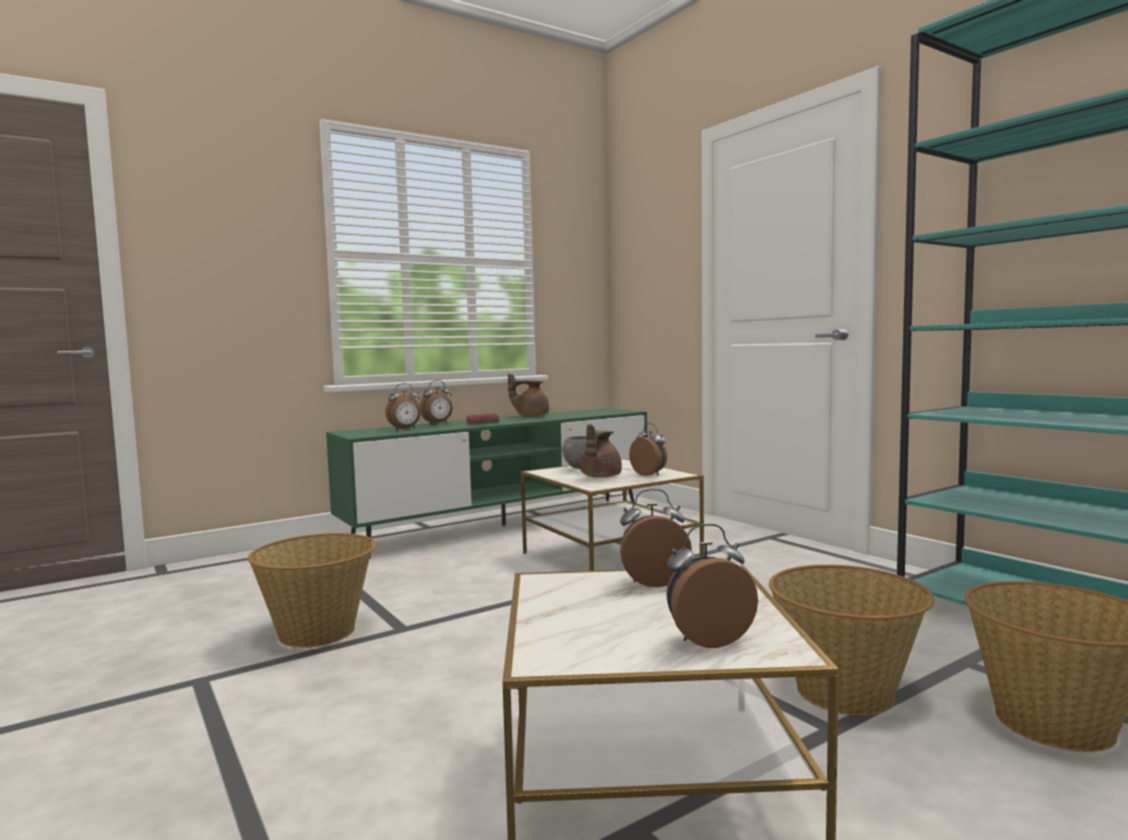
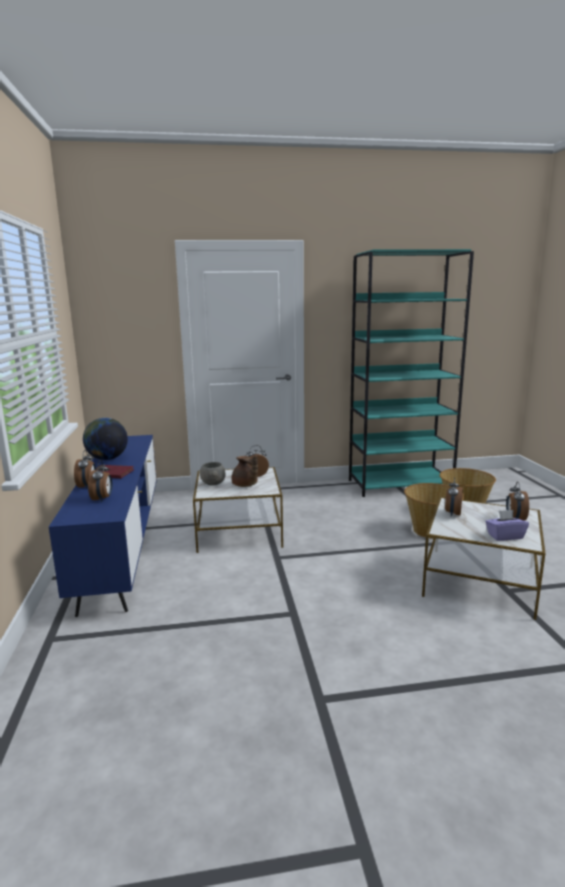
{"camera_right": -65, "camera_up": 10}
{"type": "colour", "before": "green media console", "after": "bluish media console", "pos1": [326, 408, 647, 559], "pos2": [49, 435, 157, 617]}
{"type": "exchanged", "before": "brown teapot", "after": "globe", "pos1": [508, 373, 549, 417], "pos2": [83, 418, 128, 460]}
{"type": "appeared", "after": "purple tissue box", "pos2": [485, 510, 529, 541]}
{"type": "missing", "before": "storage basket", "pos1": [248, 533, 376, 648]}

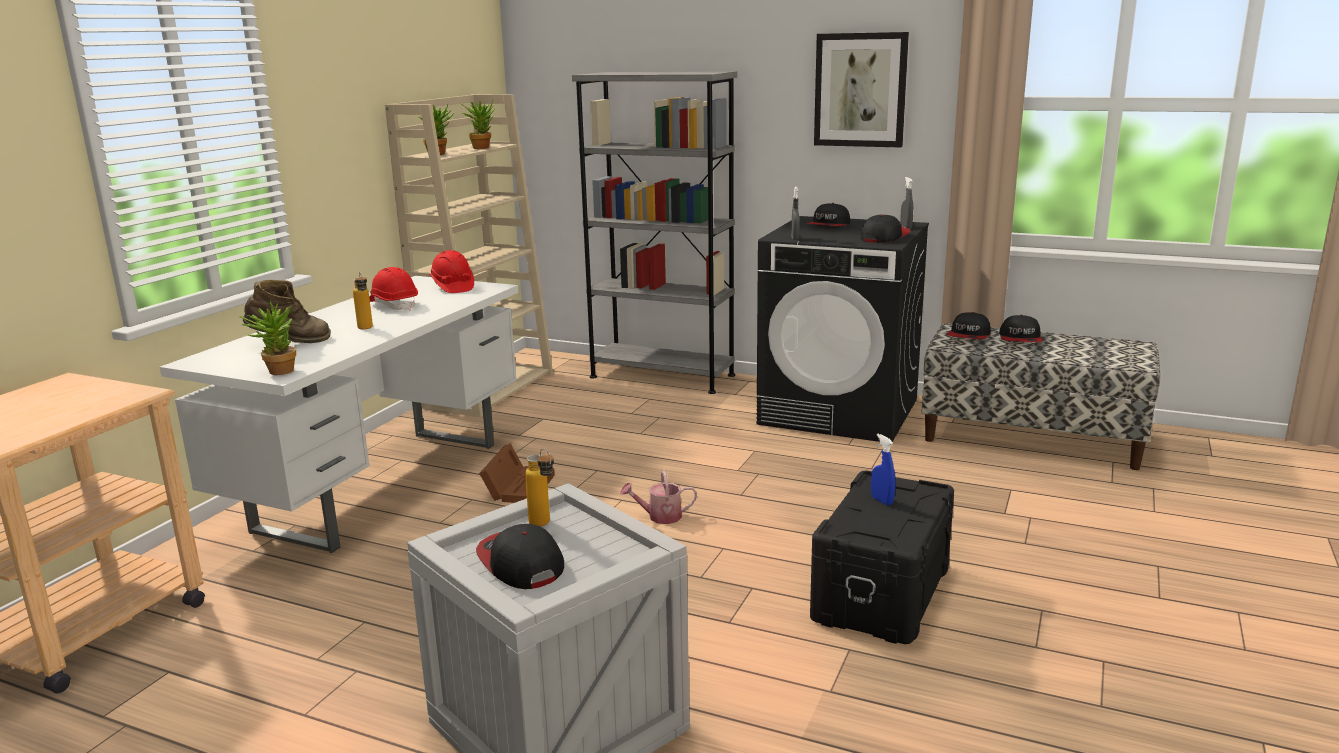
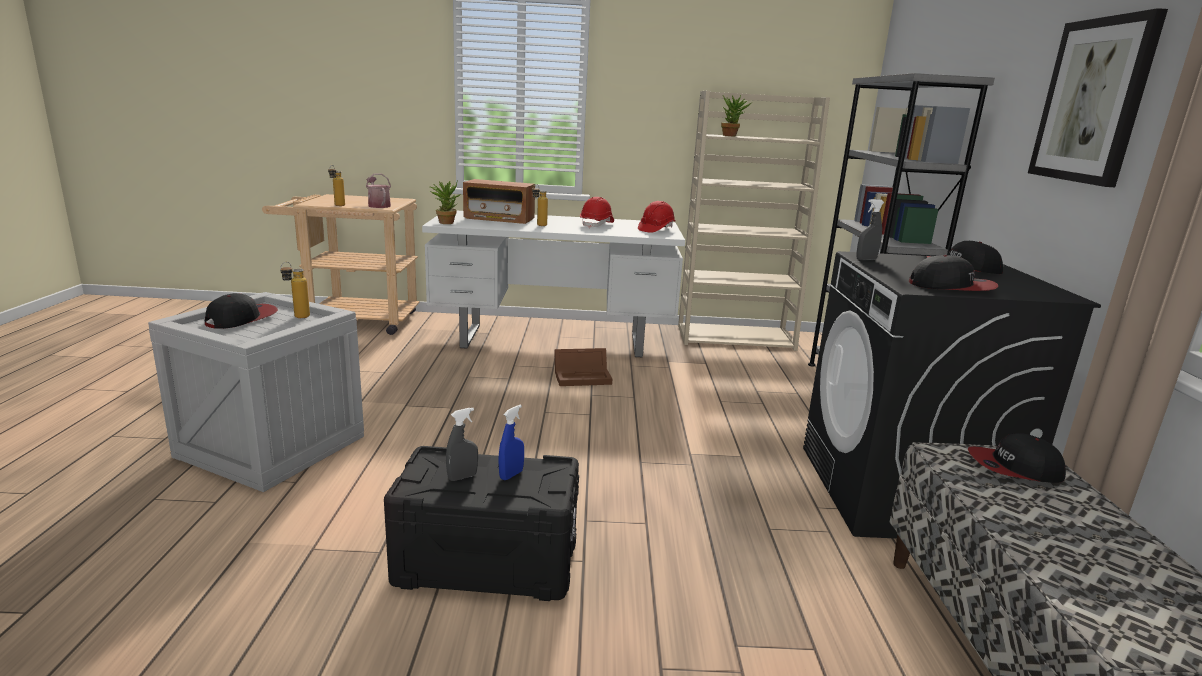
{"camera_right": 65, "camera_up": 0}
{"type": "appeared", "after": "drink bottle", "pos2": [328, 166, 345, 206]}
{"type": "relocated", "before": "watering can", "pos1": [620, 470, 697, 524], "pos2": [366, 174, 391, 208]}
{"type": "relocated", "before": "greyish hand sprayer", "pos1": [900, 177, 913, 229], "pos2": [446, 408, 478, 481]}
{"type": "exchanged", "before": "brown high-top boot", "after": "radio", "pos1": [243, 280, 331, 343], "pos2": [463, 179, 535, 224]}
{"type": "missing", "before": "houseplant", "pos1": [461, 100, 495, 149]}
{"type": "missing", "before": "baseball cap", "pos1": [999, 315, 1043, 342]}

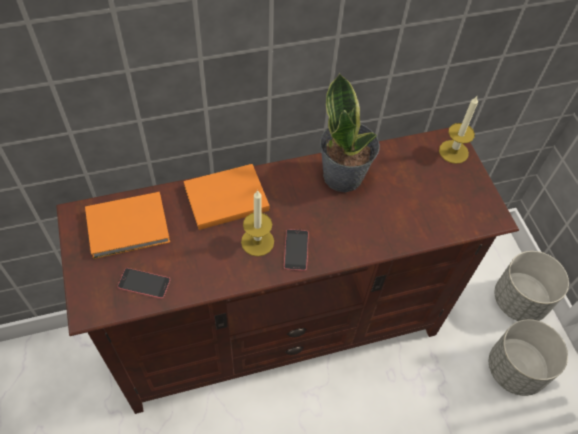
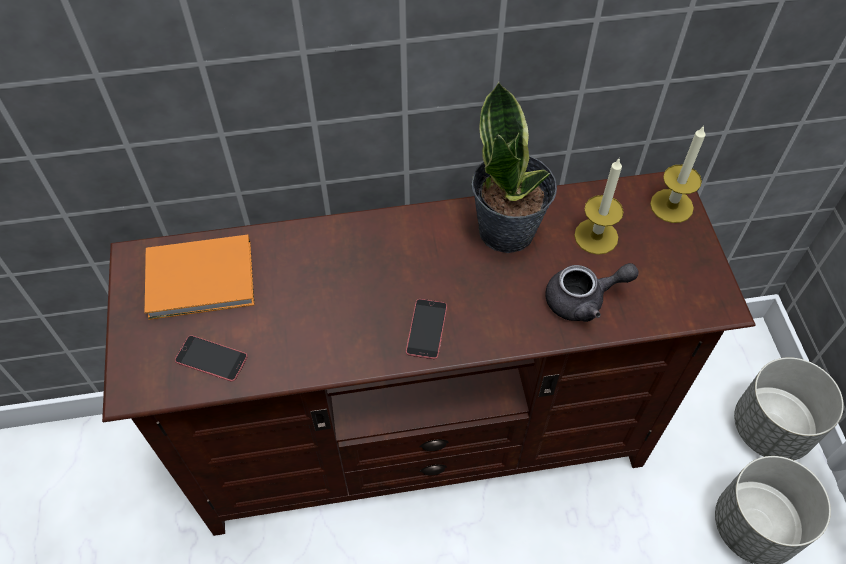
{"camera_right": 10, "camera_up": 0}
{"type": "appeared", "after": "greyish teapot", "pos2": [545, 263, 639, 322]}
{"type": "relocated", "before": "wax light", "pos1": [241, 190, 274, 256], "pos2": [574, 159, 624, 255]}
{"type": "missing", "before": "orange volume", "pos1": [184, 164, 270, 230]}

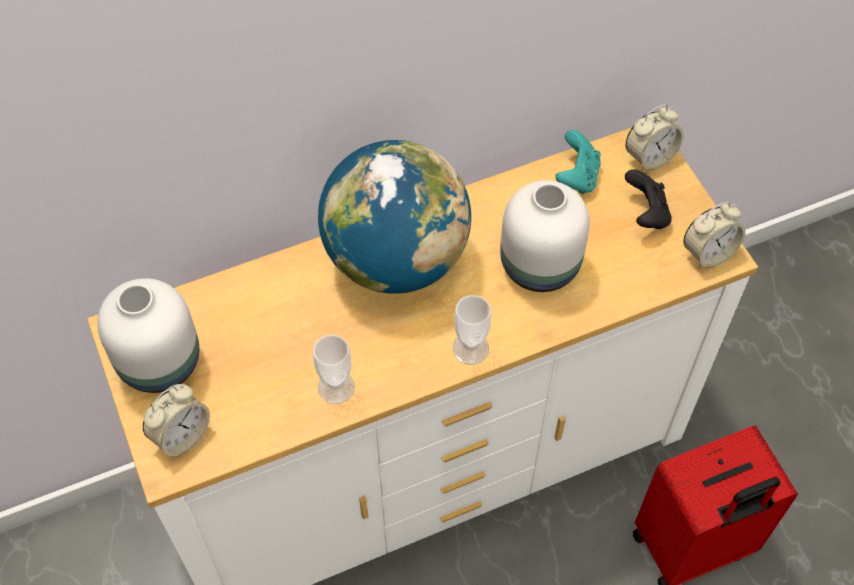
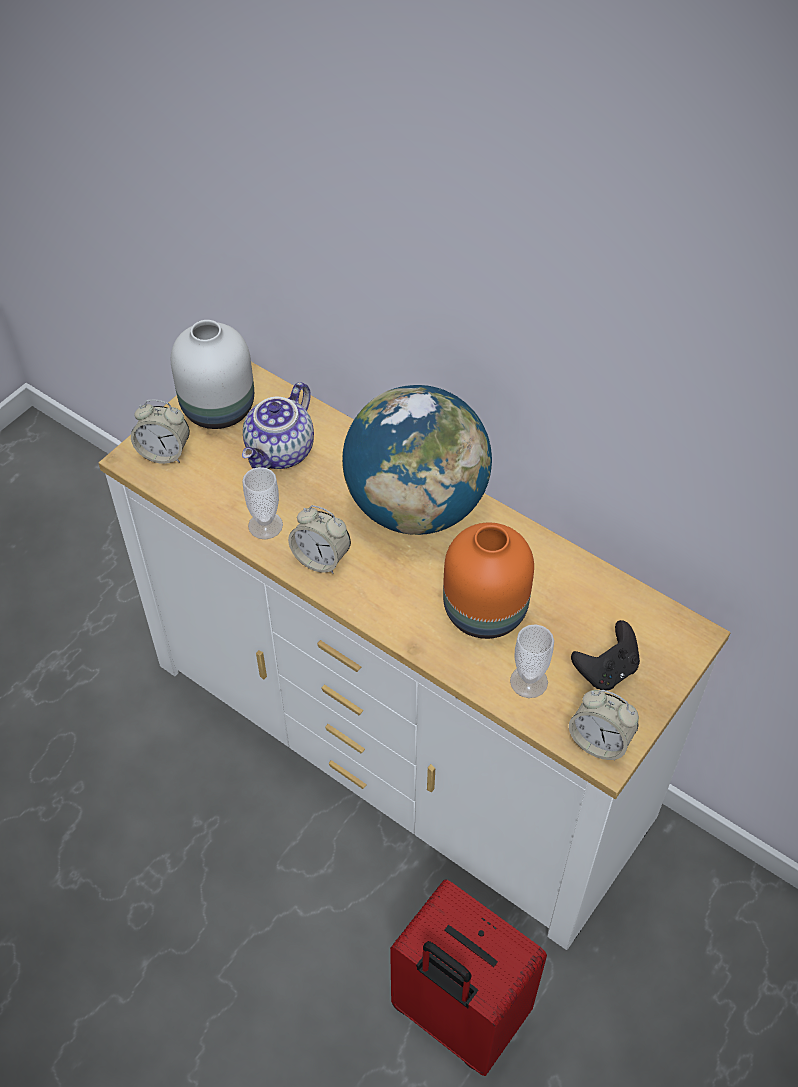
{"camera_right": 60, "camera_up": -5}
{"type": "appeared", "after": "teapot", "pos2": [242, 382, 314, 469]}
{"type": "relocated", "before": "bedside clock", "pos1": [625, 104, 684, 172], "pos2": [288, 505, 351, 574]}
{"type": "colour", "before": "white decorative vase", "after": "orange decorative vase", "pos1": [500, 180, 590, 292], "pos2": [443, 523, 534, 639]}
{"type": "relocated", "before": "cup", "pos1": [453, 295, 491, 365], "pos2": [510, 624, 554, 698]}
{"type": "missing", "before": "blue-green gamepad", "pos1": [555, 130, 601, 194]}

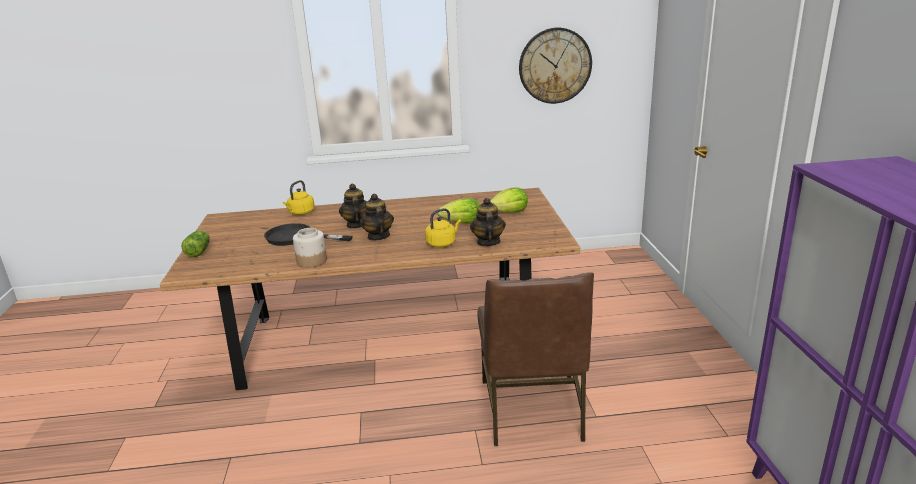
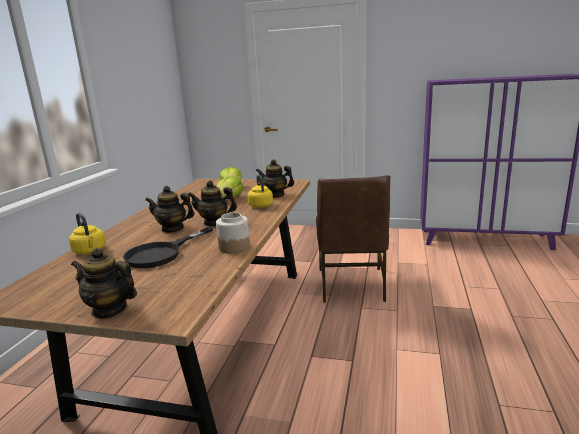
{"camera_right": -70, "camera_up": -5}
{"type": "exchanged", "before": "lettuce", "after": "teapot", "pos1": [181, 230, 210, 257], "pos2": [71, 248, 137, 319]}
{"type": "spun", "before": "brown chair", "pos1": [478, 272, 594, 446], "pos2": [316, 175, 390, 303], "turn": 75}
{"type": "missing", "before": "hanging clock", "pos1": [519, 28, 592, 104]}

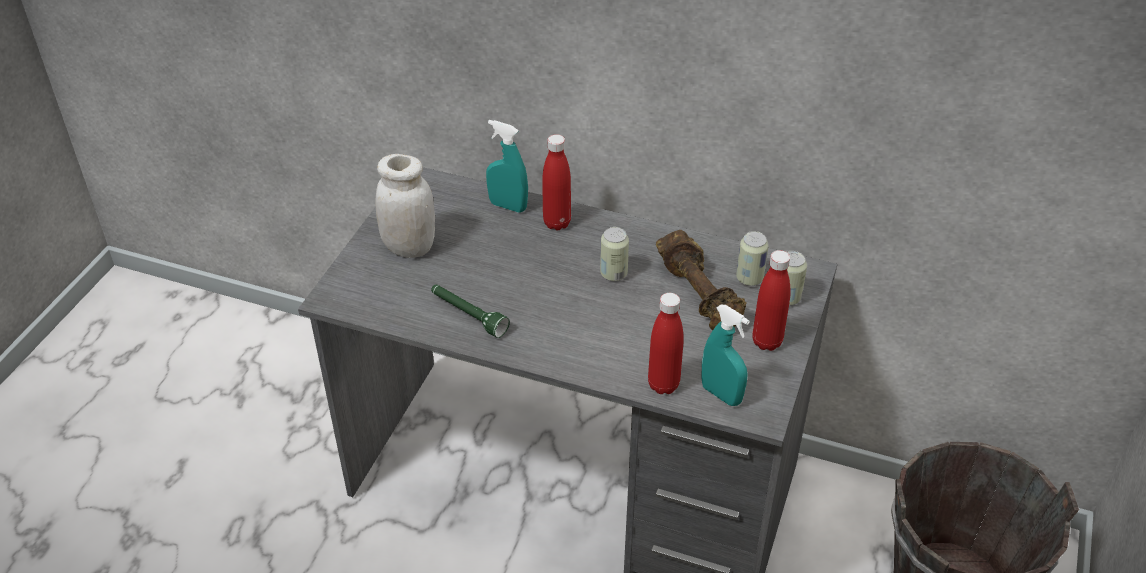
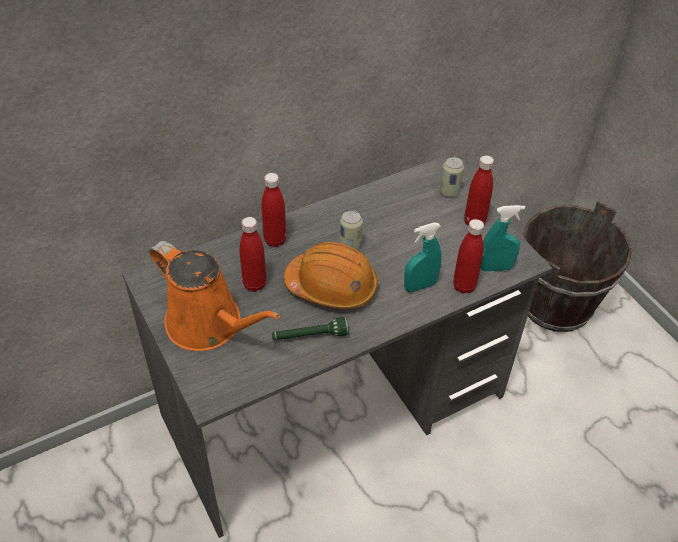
{"camera_right": -50, "camera_up": 5}
{"type": "exchanged", "before": "white preserve jar", "after": "orange watering can", "pos1": [376, 154, 435, 258], "pos2": [149, 241, 280, 351]}
{"type": "appeared", "after": "reddish drink bottle", "pos2": [239, 217, 266, 292]}
{"type": "appeared", "after": "orange work helmet", "pos2": [284, 242, 378, 309]}
{"type": "relocated", "before": "blue-green hand sprayer", "pos1": [486, 120, 528, 213], "pos2": [404, 222, 442, 292]}
{"type": "missing", "before": "brown dumbbell", "pos1": [656, 230, 747, 330]}
{"type": "missing", "before": "sealed can", "pos1": [736, 231, 769, 286]}

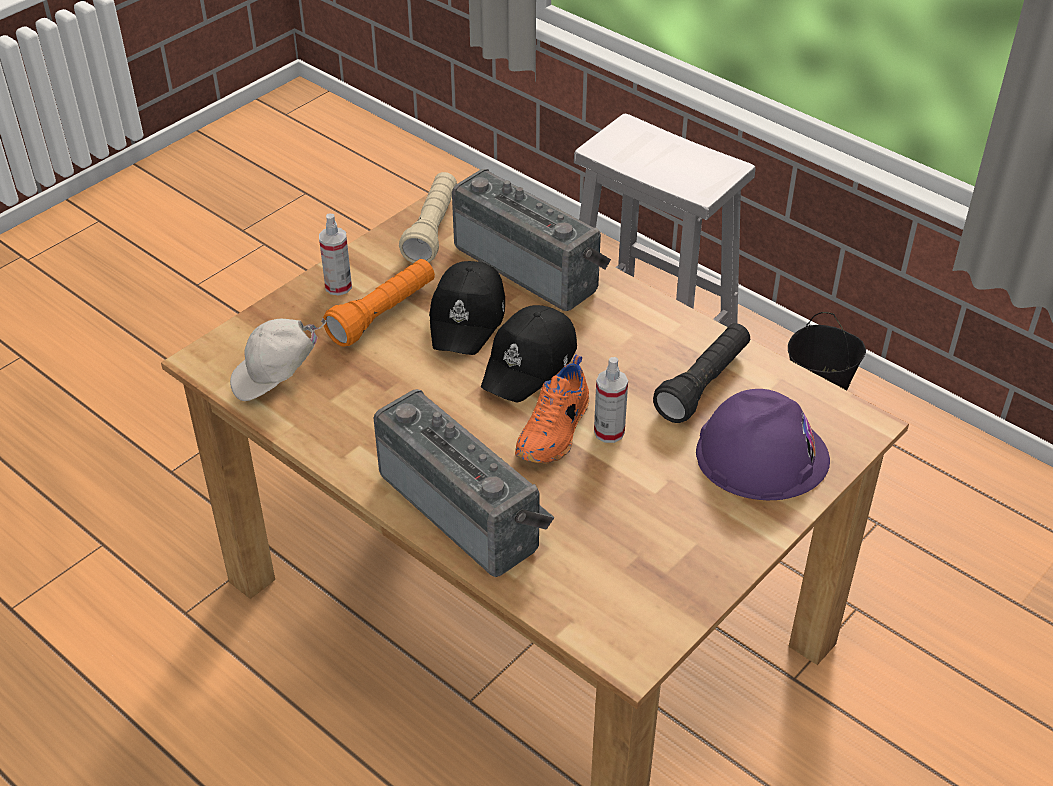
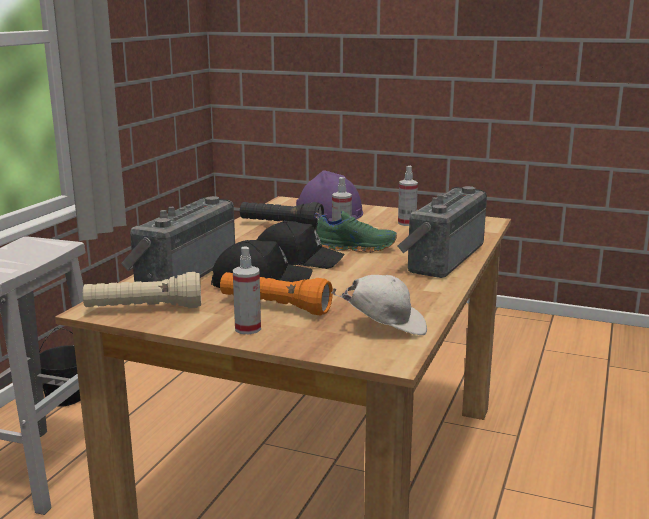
{"camera_right": -110, "camera_up": -25}
{"type": "colour", "before": "orange item of footwear", "after": "green item of footwear", "pos1": [515, 355, 589, 464], "pos2": [314, 211, 397, 253]}
{"type": "spun", "before": "white baseball cap", "pos1": [230, 318, 326, 401], "pos2": [331, 275, 427, 335], "turn": -45}
{"type": "appeared", "after": "hand sprayer", "pos2": [398, 166, 418, 226]}

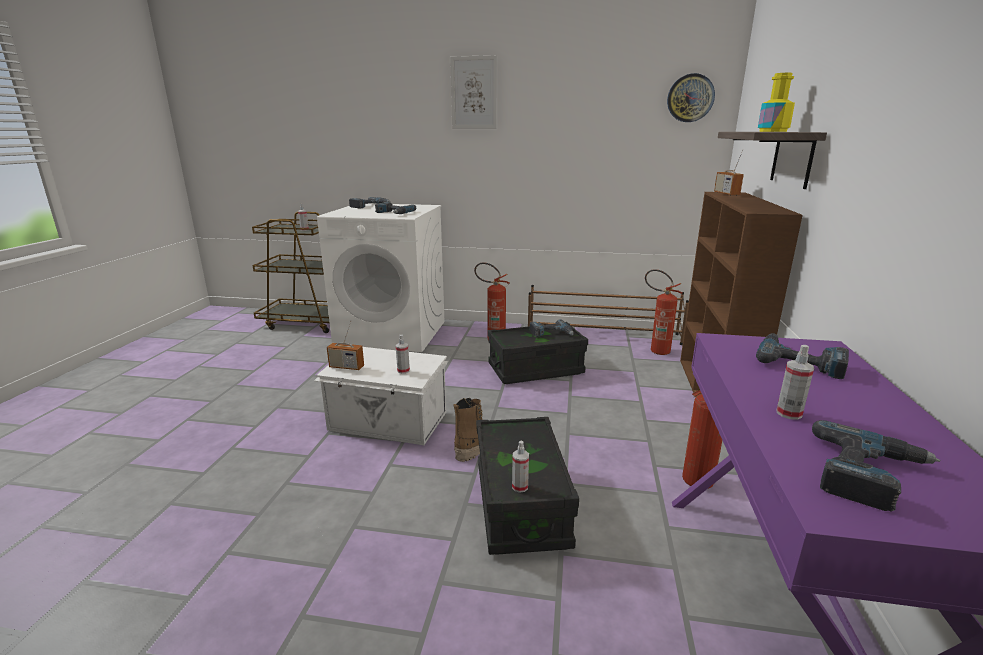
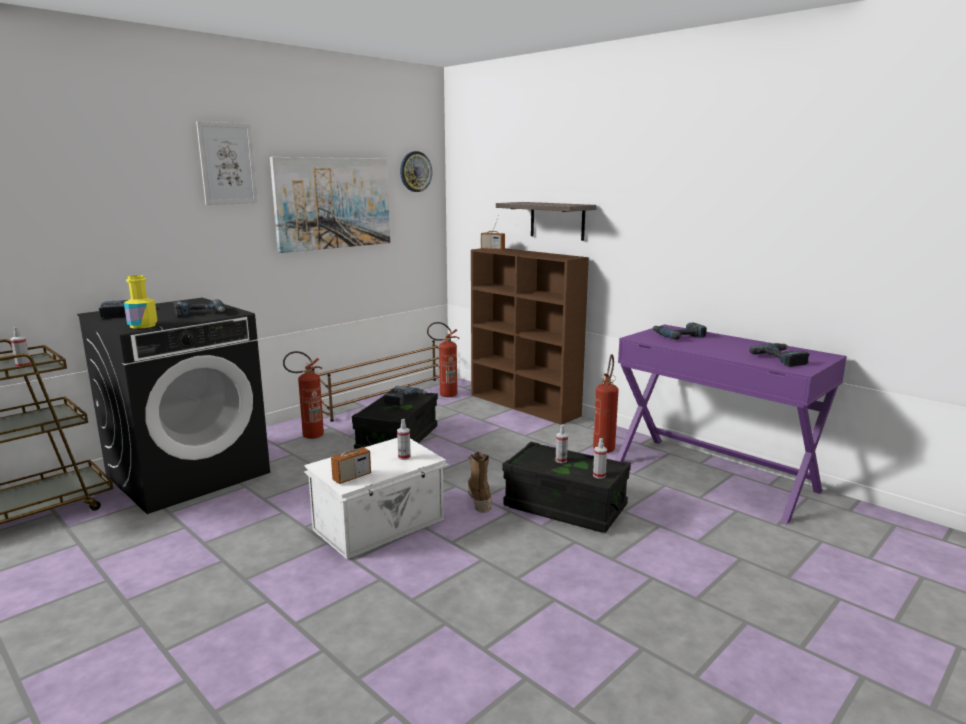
{"camera_right": -55, "camera_up": -5}
{"type": "colour", "before": "white laundry appliance", "after": "blackish laundry appliance", "pos1": [317, 203, 445, 352], "pos2": [77, 298, 270, 514]}
{"type": "relocated", "before": "yellow drink bottle", "pos1": [758, 73, 795, 132], "pos2": [124, 275, 158, 329]}
{"type": "appeared", "after": "wall picture", "pos2": [270, 157, 390, 253]}
{"type": "relocated", "before": "hand sprayer", "pos1": [777, 345, 814, 420], "pos2": [556, 424, 568, 463]}

